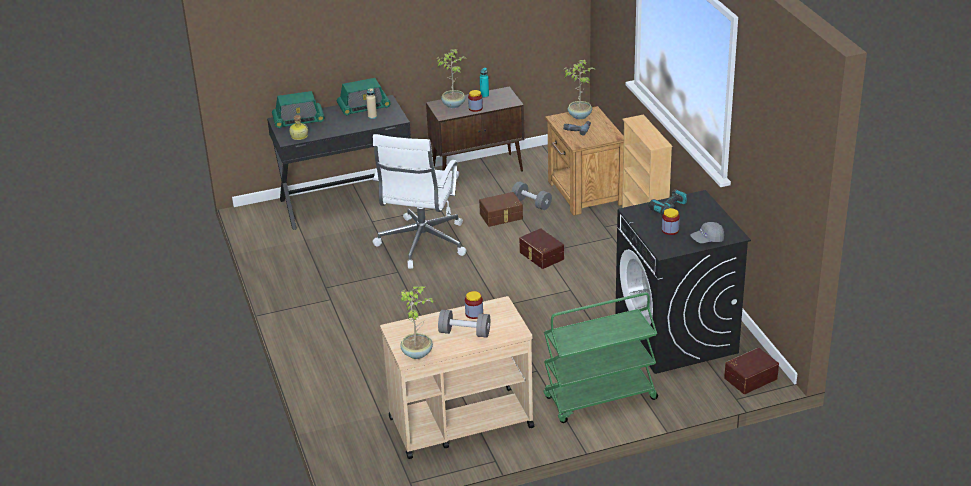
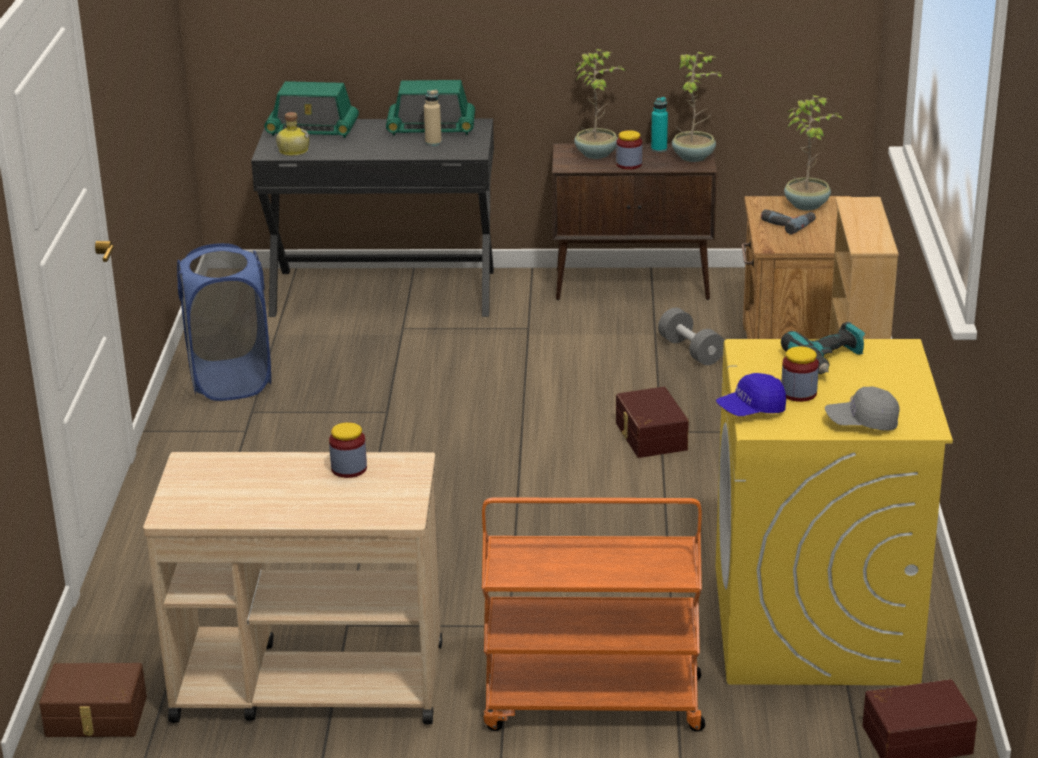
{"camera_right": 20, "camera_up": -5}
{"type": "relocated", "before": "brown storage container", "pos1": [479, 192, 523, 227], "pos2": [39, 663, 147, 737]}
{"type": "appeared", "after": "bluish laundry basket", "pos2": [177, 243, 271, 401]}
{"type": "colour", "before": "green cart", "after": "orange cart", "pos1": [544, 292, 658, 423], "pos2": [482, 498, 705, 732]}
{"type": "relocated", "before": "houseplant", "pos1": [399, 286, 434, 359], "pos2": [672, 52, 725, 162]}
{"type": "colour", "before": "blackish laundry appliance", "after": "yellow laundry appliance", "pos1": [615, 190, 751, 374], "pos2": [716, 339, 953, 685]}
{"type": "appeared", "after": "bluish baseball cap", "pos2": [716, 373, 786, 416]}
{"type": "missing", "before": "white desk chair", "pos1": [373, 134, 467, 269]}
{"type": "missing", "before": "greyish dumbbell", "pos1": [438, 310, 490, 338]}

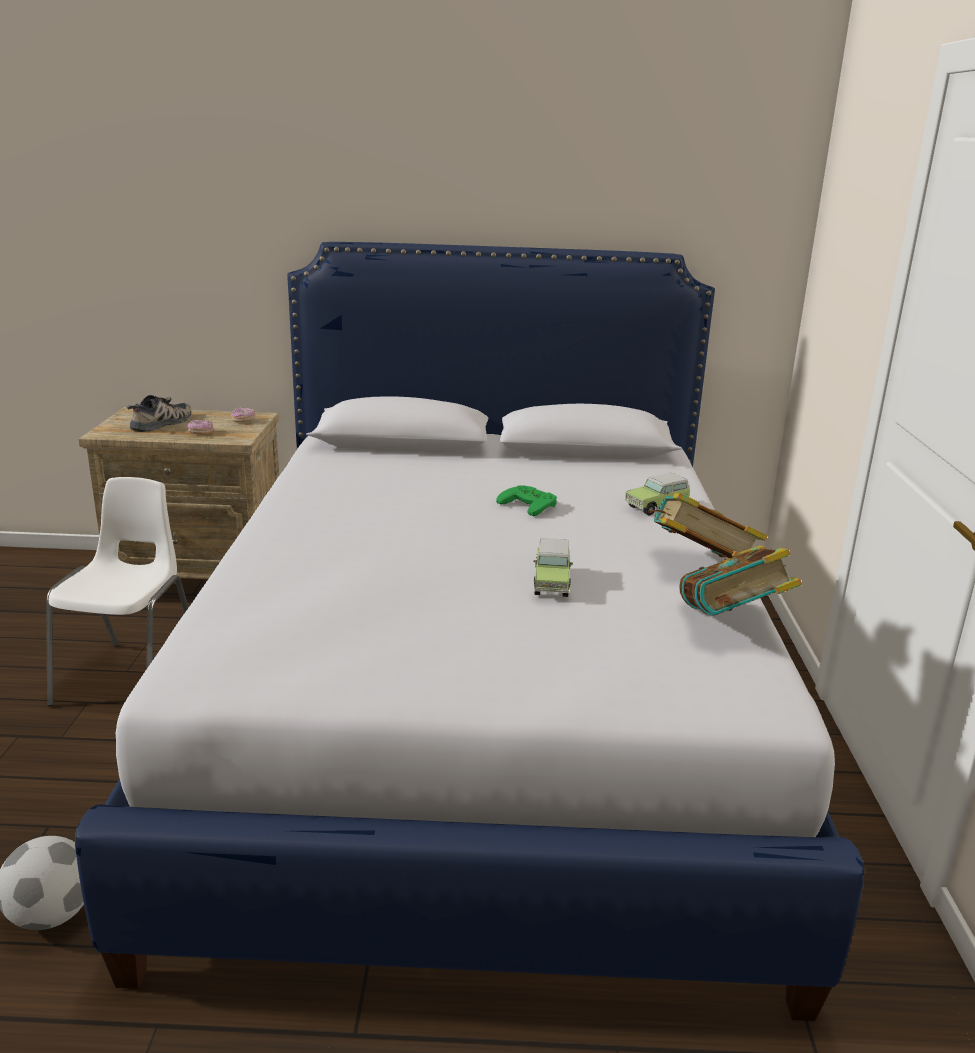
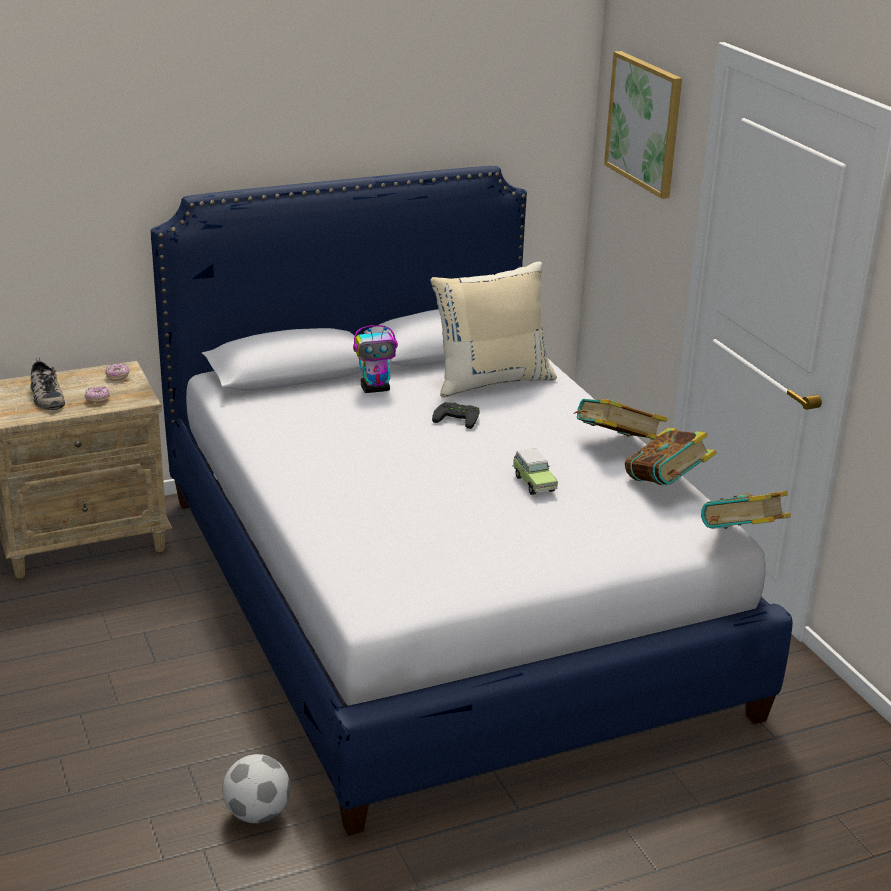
{"camera_right": -25, "camera_up": 5}
{"type": "spun", "before": "item of footwear", "pos1": [127, 395, 191, 432], "pos2": [31, 357, 65, 410], "turn": 150}
{"type": "appeared", "after": "robot figure", "pos2": [353, 325, 398, 393]}
{"type": "appeared", "after": "beige throw pillow", "pos2": [430, 262, 557, 398]}
{"type": "colour", "before": "green gamepad", "after": "blackish gamepad", "pos1": [496, 485, 557, 517], "pos2": [432, 402, 479, 429]}
{"type": "appeared", "after": "wall picture", "pos2": [604, 51, 682, 199]}
{"type": "appeared", "after": "volume", "pos2": [701, 491, 791, 529]}
{"type": "missing", "before": "white chair", "pos1": [46, 477, 189, 706]}
{"type": "missing", "before": "toy car", "pos1": [625, 473, 690, 516]}

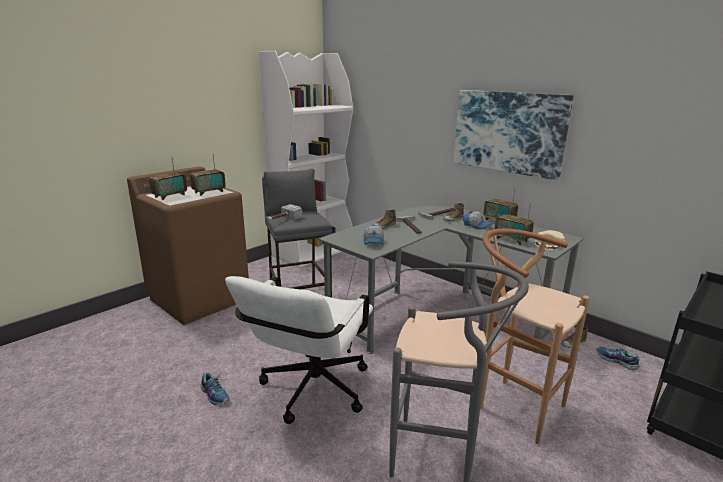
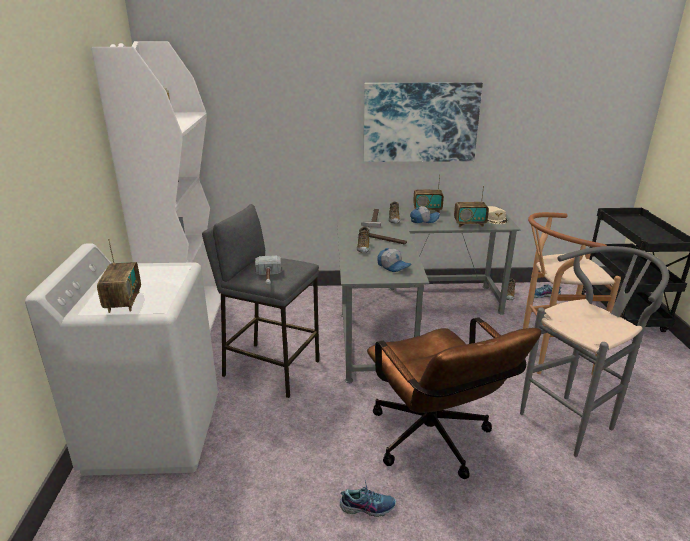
{"camera_right": -45, "camera_up": 5}
{"type": "colour", "before": "brown laundry appliance", "after": "white laundry appliance", "pos1": [127, 166, 249, 325], "pos2": [25, 244, 218, 476]}
{"type": "colour", "before": "white desk chair", "after": "brown desk chair", "pos1": [225, 276, 373, 424], "pos2": [367, 317, 541, 479]}
{"type": "missing", "before": "radio", "pos1": [190, 155, 226, 196]}

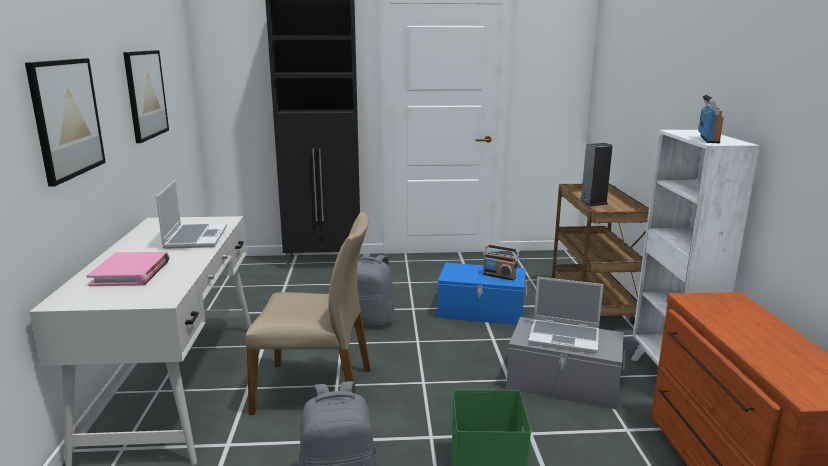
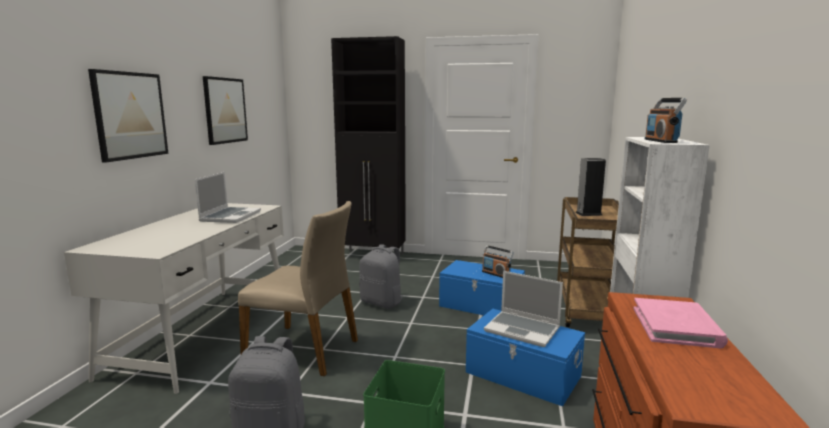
{"camera_right": 15, "camera_up": -5}
{"type": "colour", "before": "greyish storage container", "after": "bluish storage container", "pos1": [506, 317, 625, 410], "pos2": [466, 309, 585, 406]}
{"type": "relocated", "before": "pink volume", "pos1": [87, 252, 169, 286], "pos2": [633, 298, 728, 348]}
{"type": "spun", "before": "radio", "pos1": [698, 95, 724, 143], "pos2": [645, 98, 687, 143], "turn": 150}

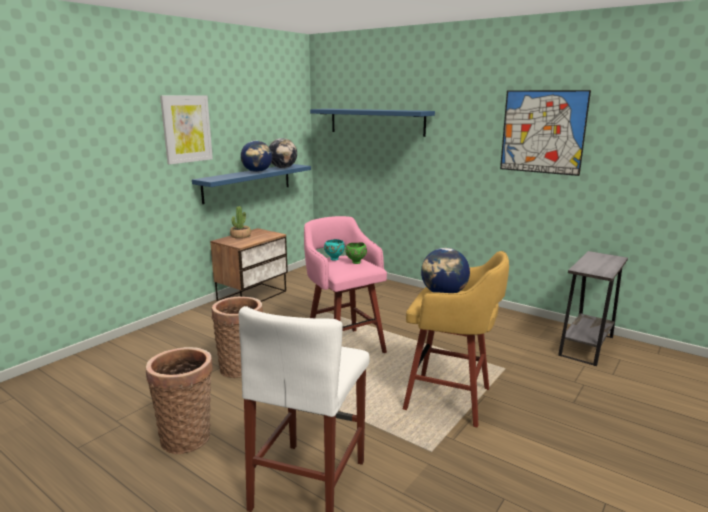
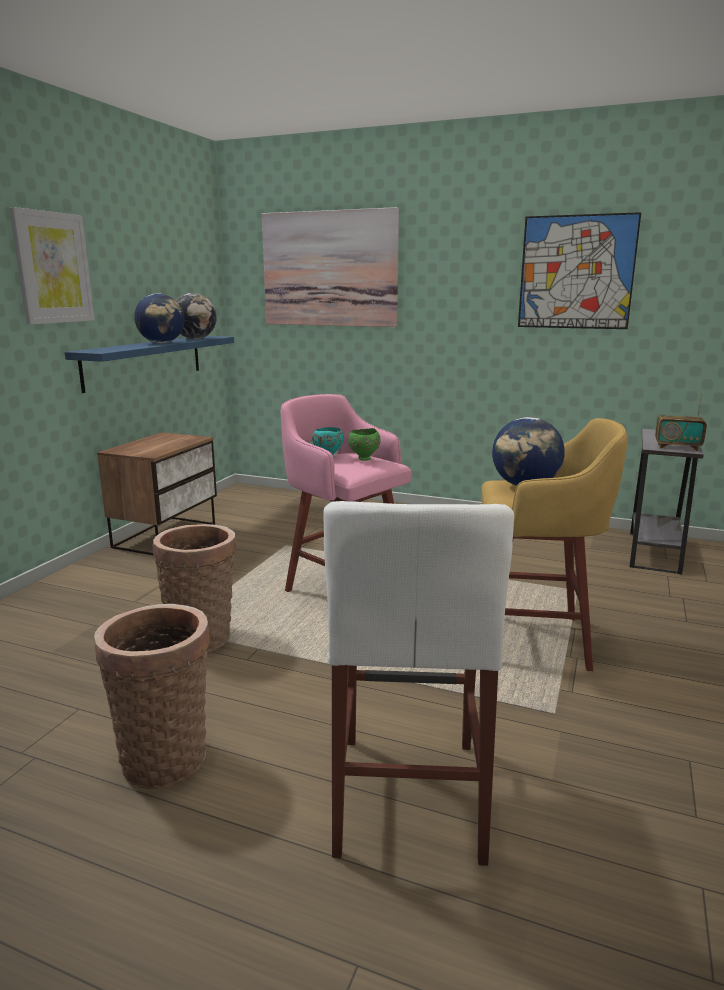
{"camera_right": -15, "camera_up": 0}
{"type": "exchanged", "before": "bluish shelf", "after": "wall picture", "pos1": [310, 109, 435, 137], "pos2": [262, 207, 399, 327]}
{"type": "appeared", "after": "radio", "pos2": [655, 393, 707, 451]}
{"type": "missing", "before": "houseplant", "pos1": [230, 206, 251, 239]}

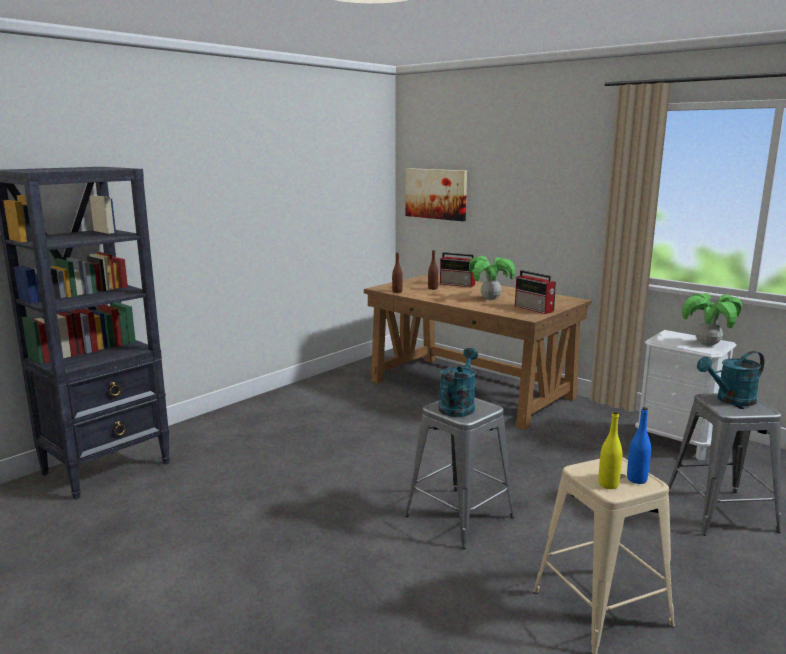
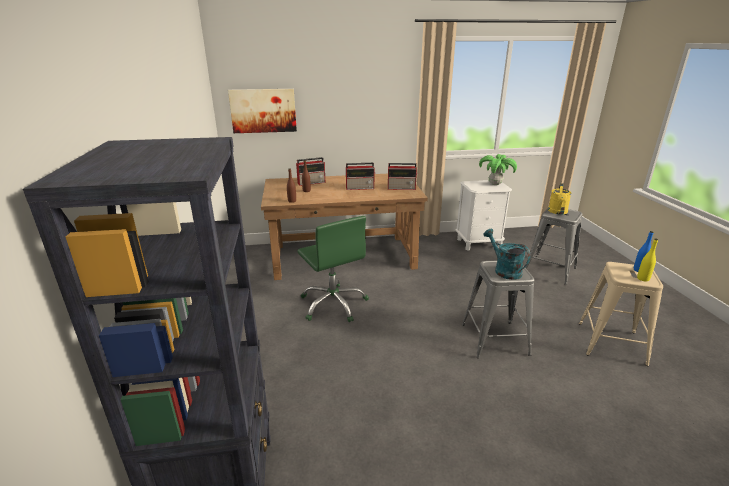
{"camera_right": -50, "camera_up": 10}
{"type": "appeared", "after": "green desk chair", "pos2": [298, 216, 369, 322]}
{"type": "exchanged", "before": "houseplant", "after": "radio", "pos1": [469, 256, 515, 300], "pos2": [346, 163, 375, 190]}
{"type": "colour", "before": "blue-green watering can", "after": "yellow watering can", "pos1": [697, 351, 764, 406], "pos2": [548, 183, 571, 215]}

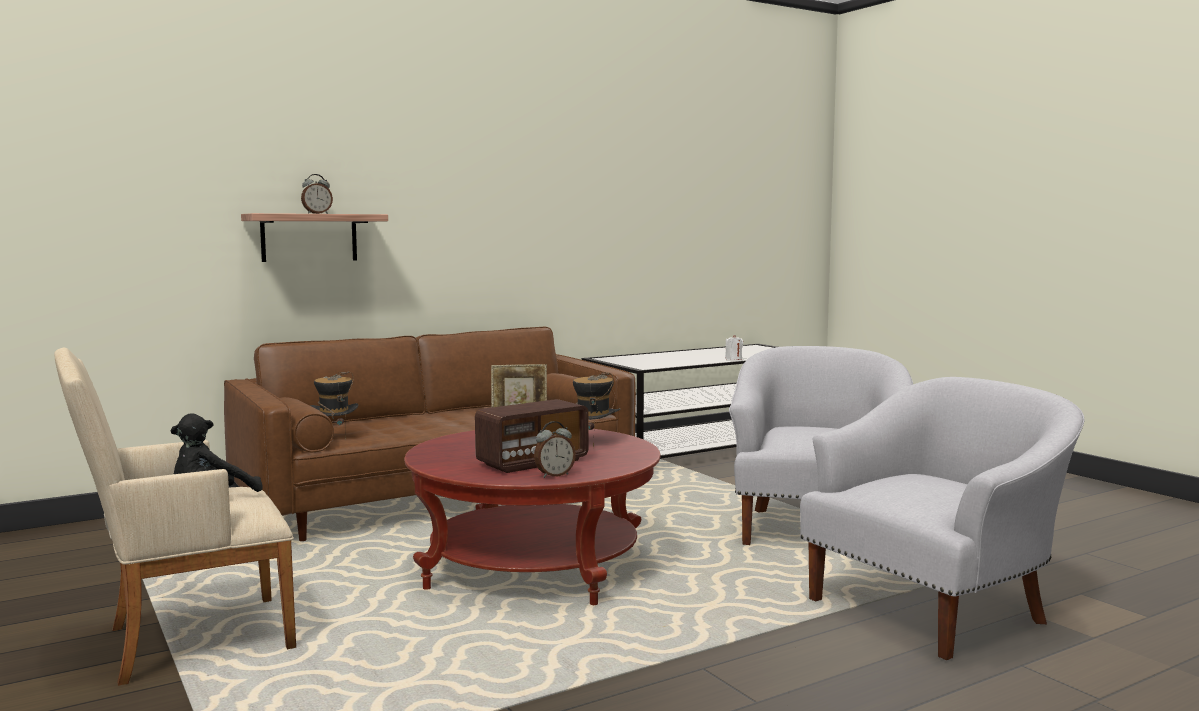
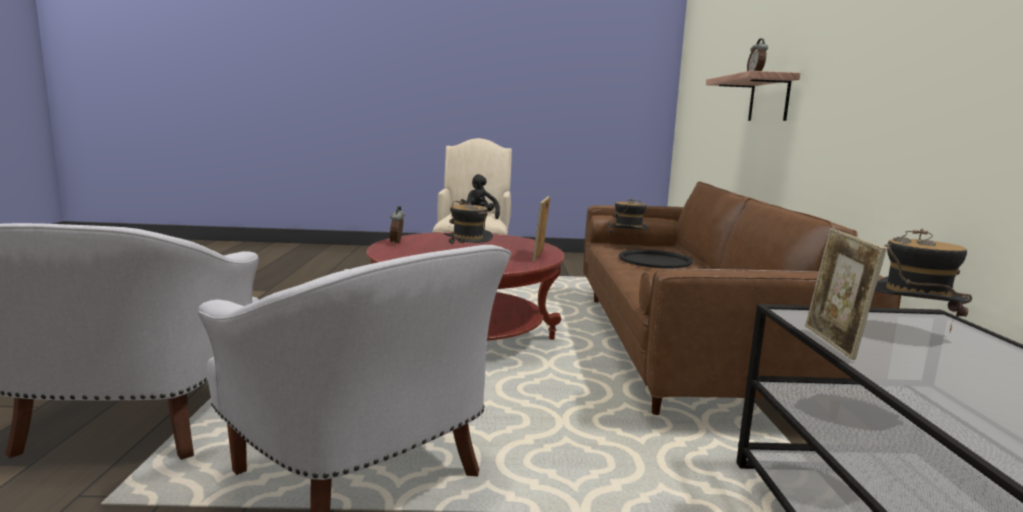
{"camera_right": 120, "camera_up": 5}
{"type": "appeared", "after": "blackish serving tray", "pos2": [619, 250, 693, 269]}
{"type": "appeared", "after": "standing frame", "pos2": [805, 228, 886, 360]}
{"type": "appeared", "after": "hat", "pos2": [875, 229, 972, 332]}
{"type": "missing", "before": "radio", "pos1": [475, 399, 588, 473]}
{"type": "missing", "before": "white wax light", "pos1": [725, 335, 743, 360]}

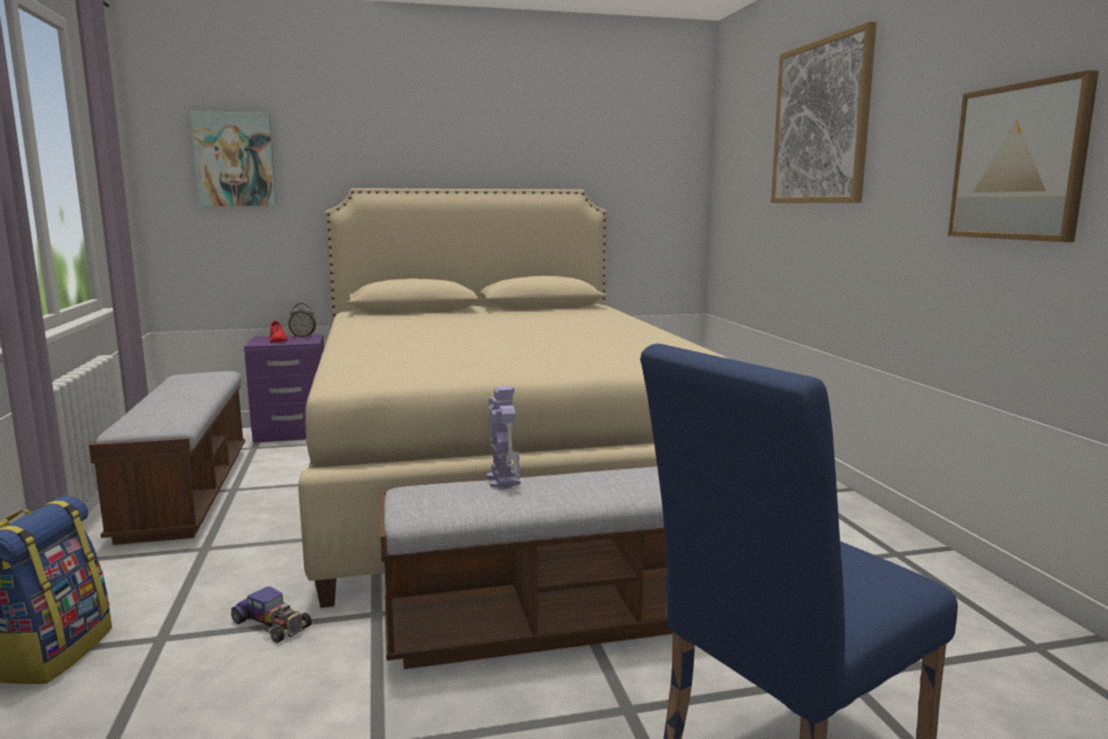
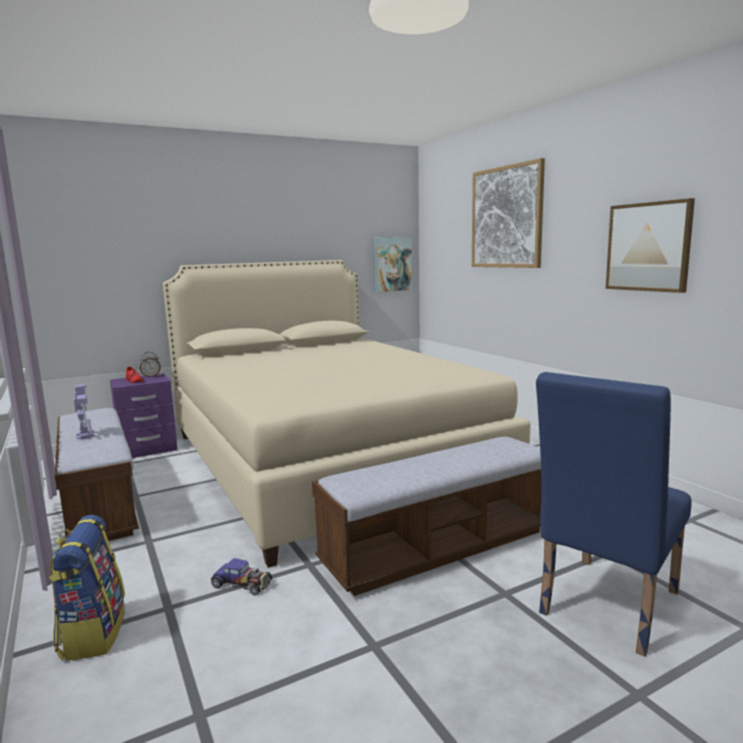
{"camera_right": -15, "camera_up": 0}
{"type": "relocated", "before": "robot figure", "pos1": [486, 386, 521, 489], "pos2": [73, 385, 95, 440]}
{"type": "relocated", "before": "wall picture", "pos1": [190, 111, 276, 206], "pos2": [373, 237, 412, 292]}

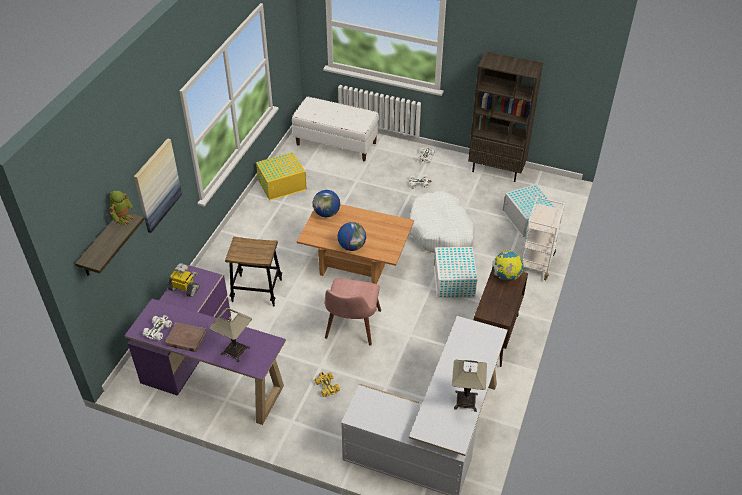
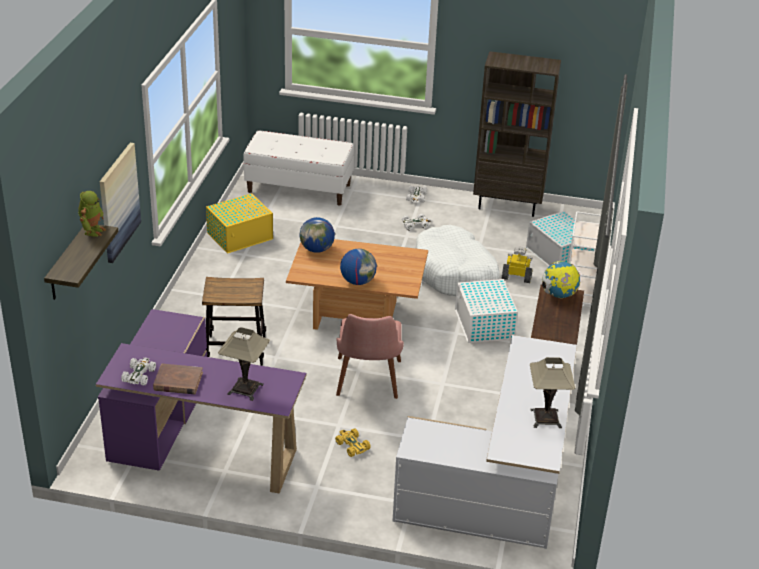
{"camera_right": -10, "camera_up": -10}
{"type": "relocated", "before": "robot figure", "pos1": [168, 263, 200, 297], "pos2": [502, 246, 532, 283]}

